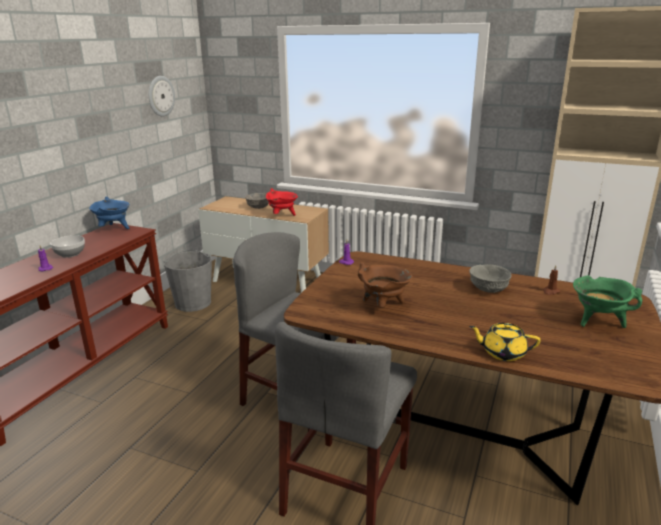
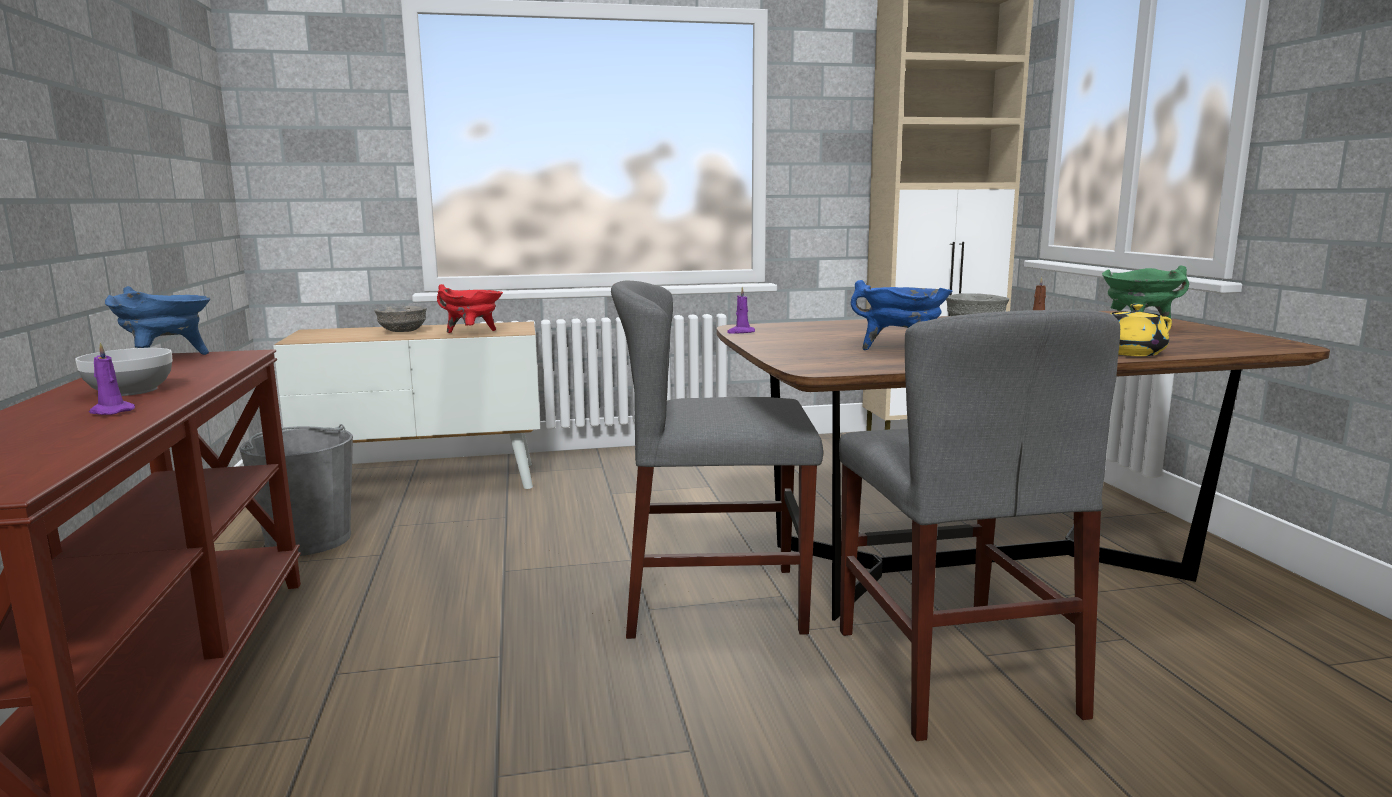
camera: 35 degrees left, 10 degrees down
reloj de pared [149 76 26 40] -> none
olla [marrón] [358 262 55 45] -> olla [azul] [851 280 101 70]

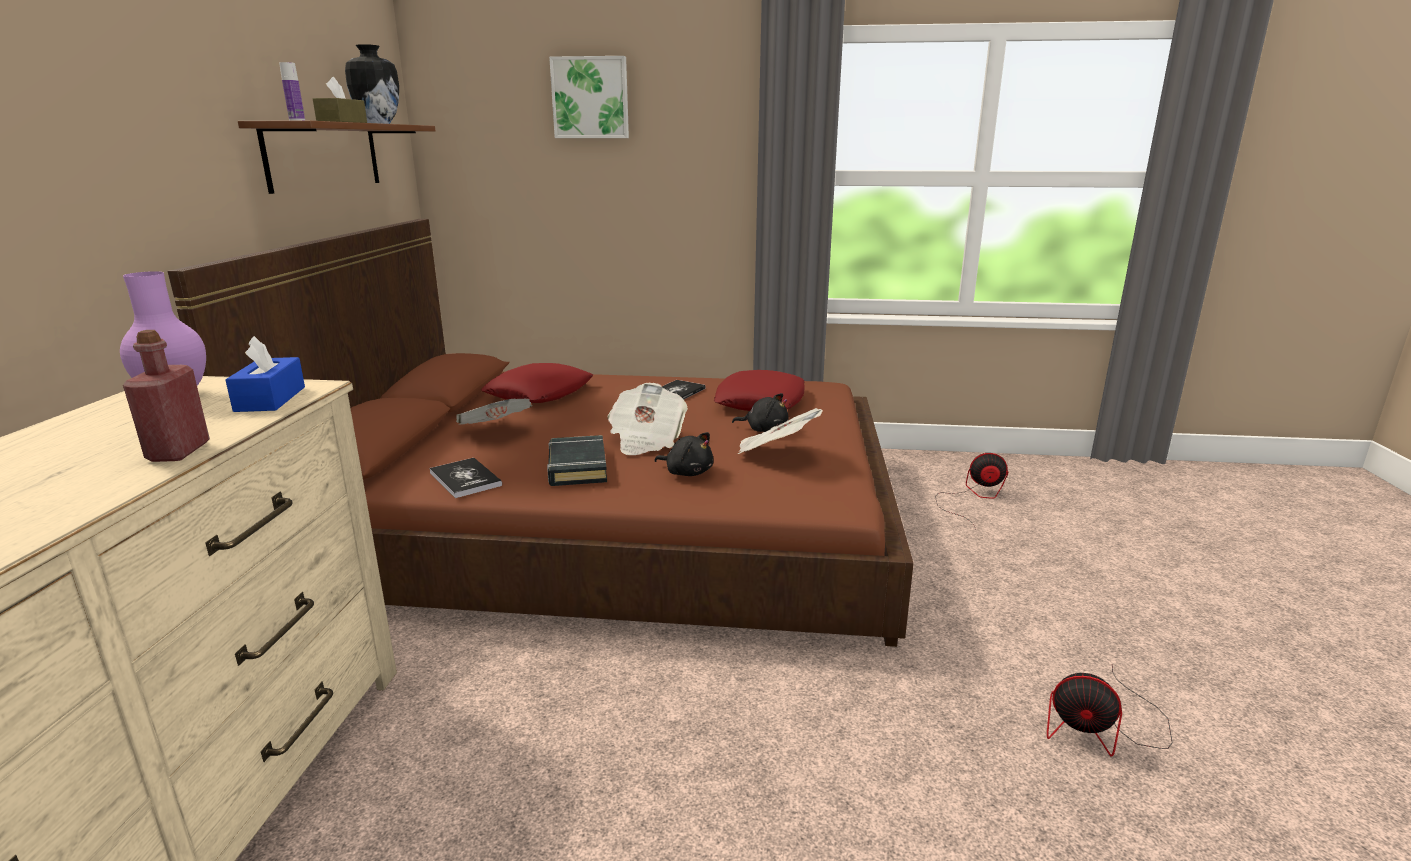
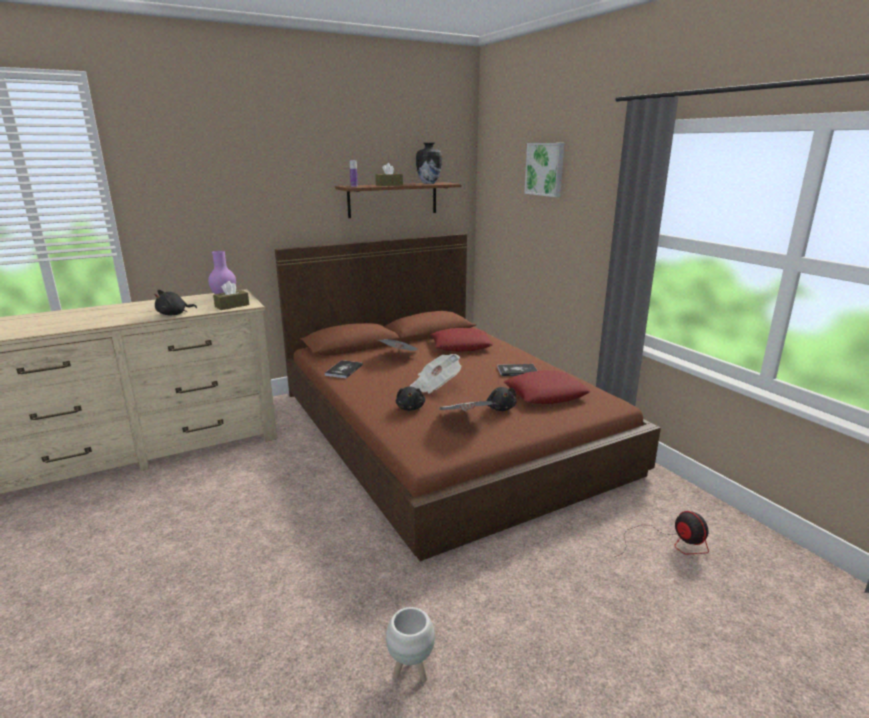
camera: 55 degrees right, 0 degrees up
botella [rojo] [123 330 87 132] -> peluche [negro] [154 290 43 25]
caja de pañuelos [azul] [225 336 80 76] -> caja de pañuelos [marrón] [213 281 36 29]
libro [negro] [547 435 60 51] -> none
ventilador [1047 665 126 91] -> maceta [blanco] [386 607 49 75]

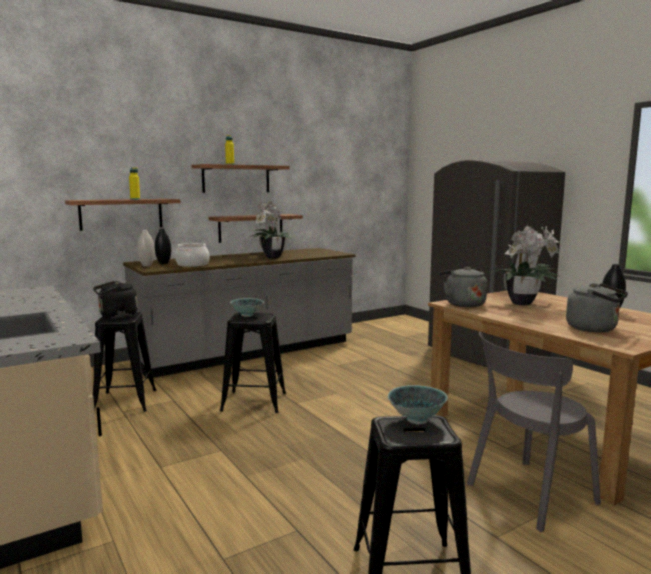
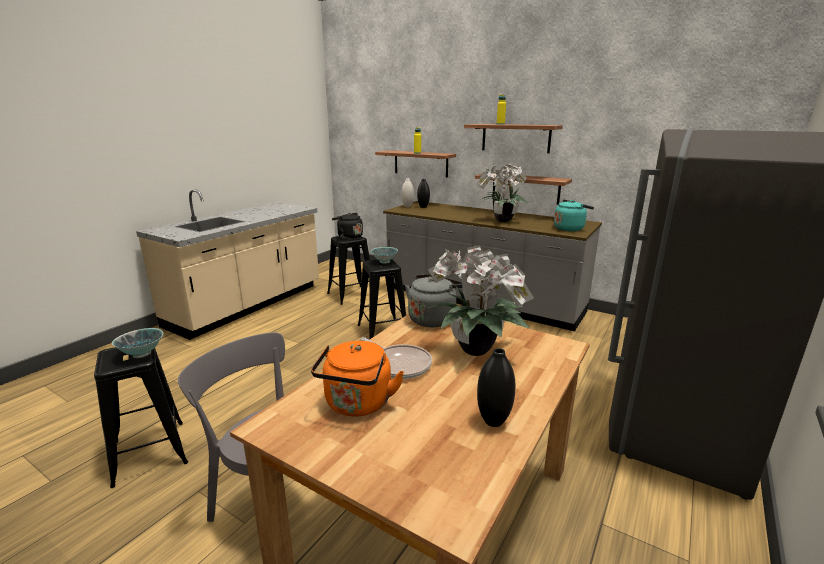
camera: 65 degrees right, 10 degrees up
olla [175 243 34 24] -> none
hervidor [gris] [566 283 62 49] -> hervidor [naranja] [311 341 93 76]
none -> sartén [361 337 71 42]
none -> hervidor [turquesa] [554 200 40 31]

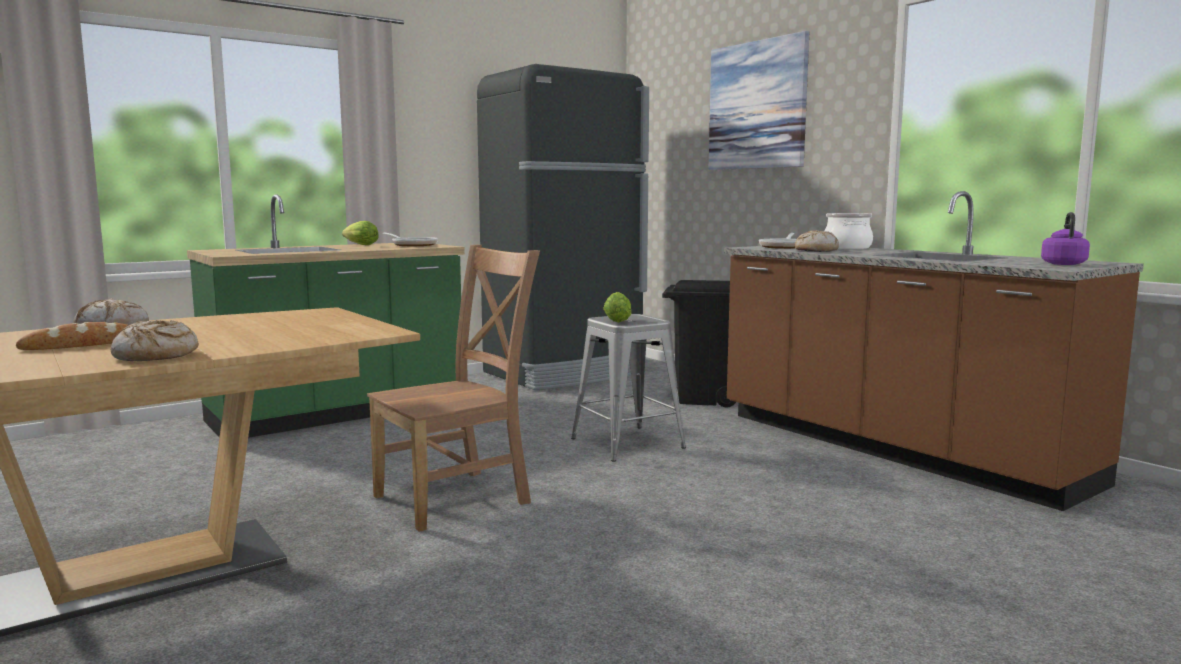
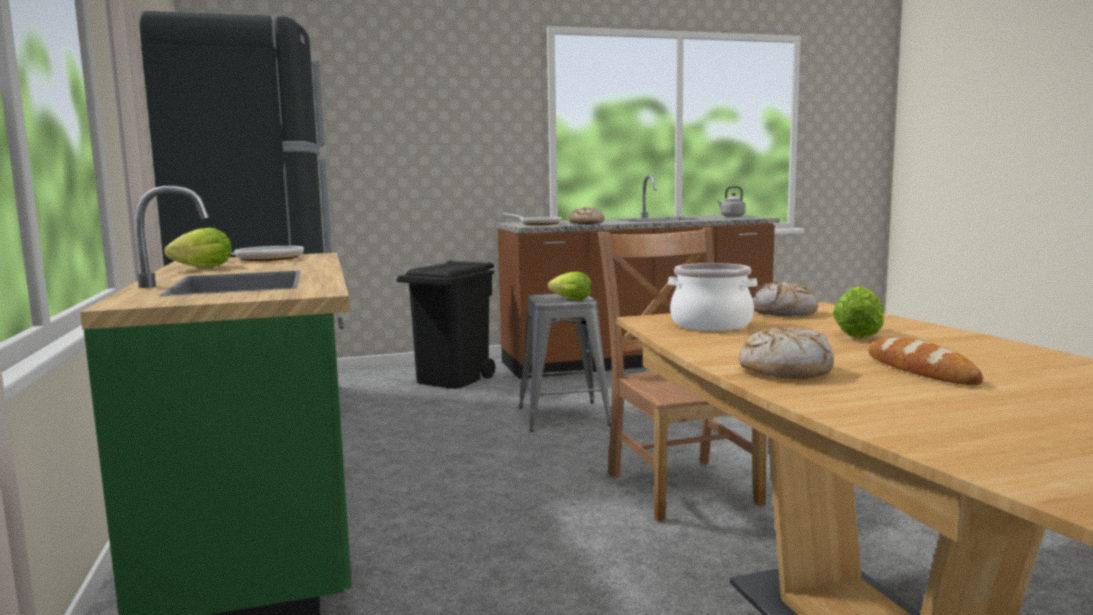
camera: 70 degrees left, 0 degrees up
pan [111 320 88 41] -> pan [751 281 67 35], move
cuadro [709 31 100 139] -> none
olla [825 213 48 36] -> olla [668 263 89 68], move
hervidor [morado] [1041 212 49 53] -> hervidor [gris] [717 186 29 31]
none -> lechuga [833 286 51 52]

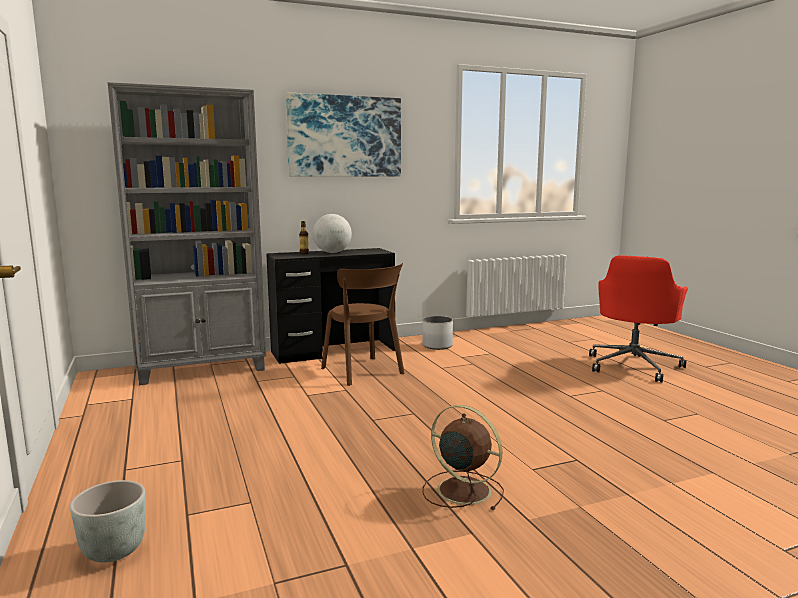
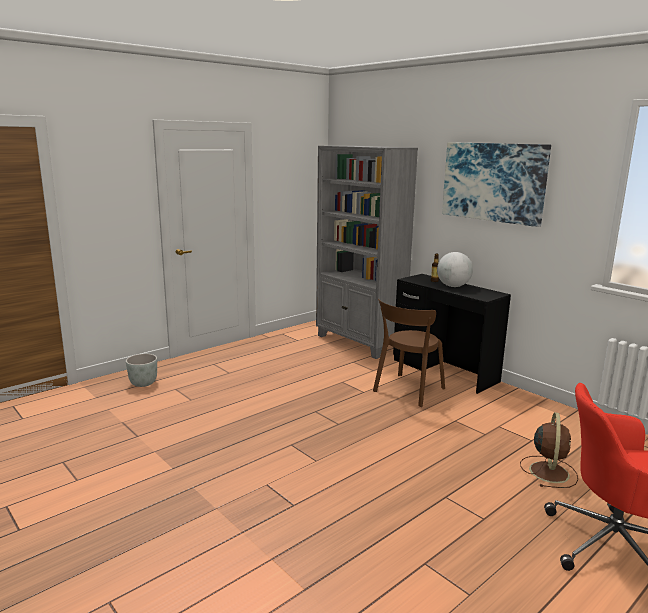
camera: 70 degrees right, 5 degrees up
maceta [blanco] [422 316 31 34] -> none
ventilador [marrón] [423 405 81 105] -> ventilador [marrón] [520 412 58 76], move

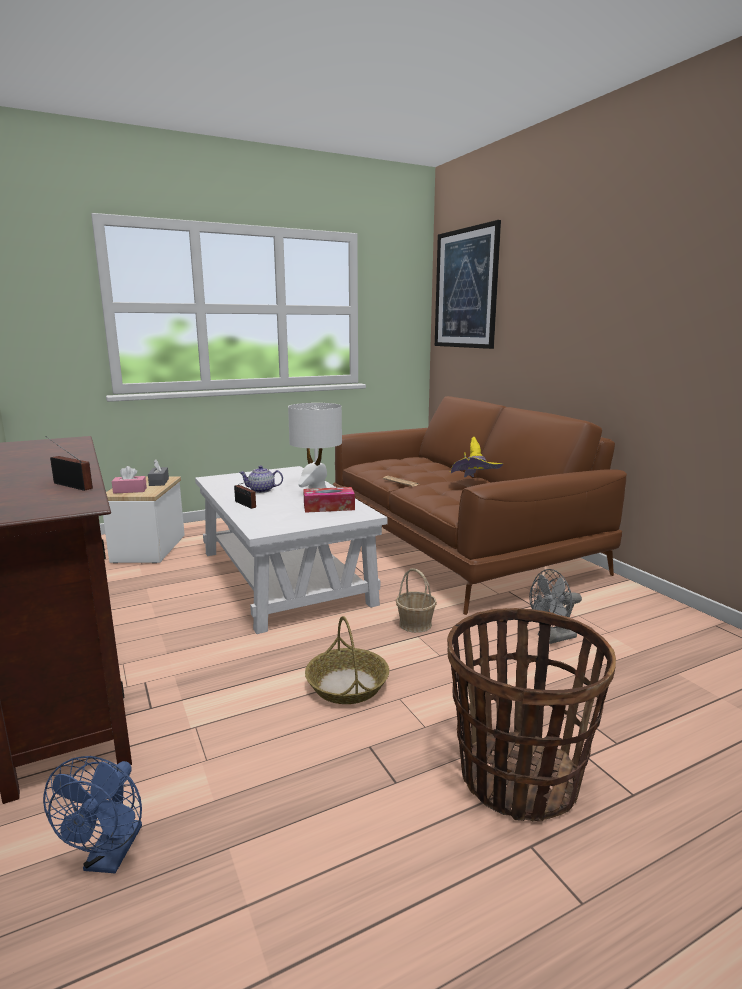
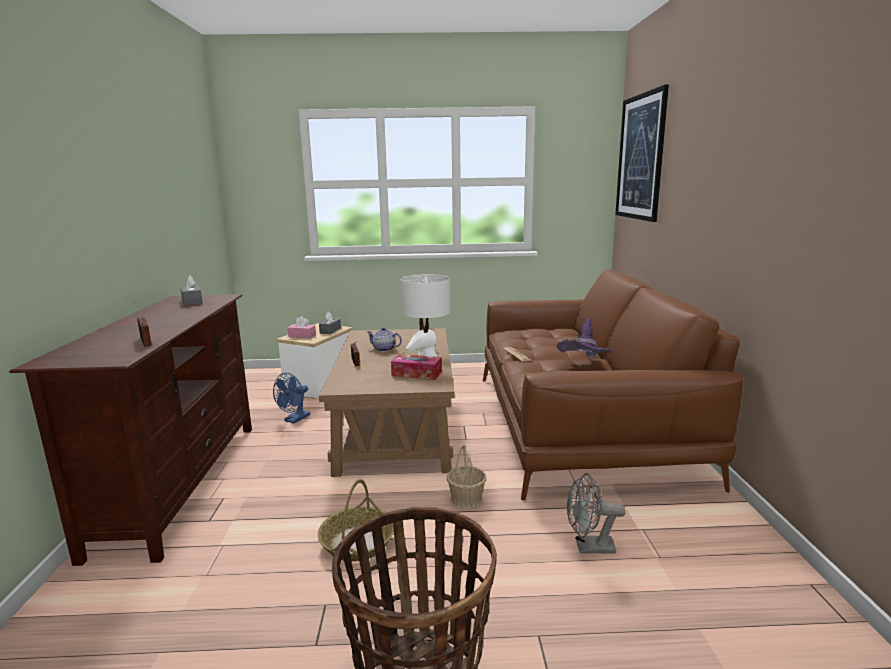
camera: 25 degrees right, 0 degrees up
ventilador [azul] [43 756 99 117] -> ventilador [azul] [273 373 37 51], move
mesa de centro [blanco] [195 466 193 168] -> mesa de centro [marrón] [319 328 136 149]
sombrero [amarillo] [450 437 53 40] -> sombrero [morado] [557 317 54 41]
none -> caja de pañuelos [gris] [180 275 23 31]

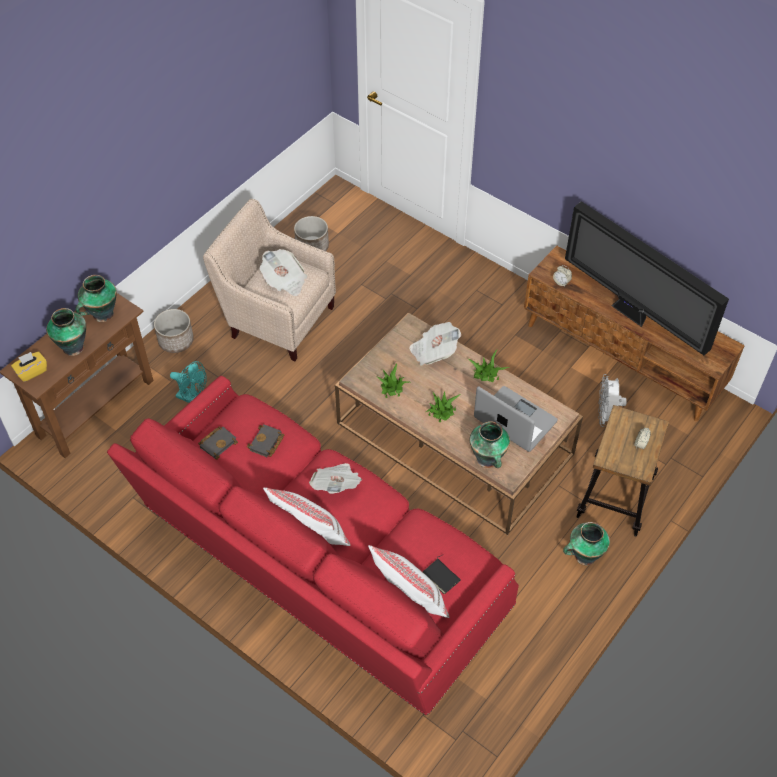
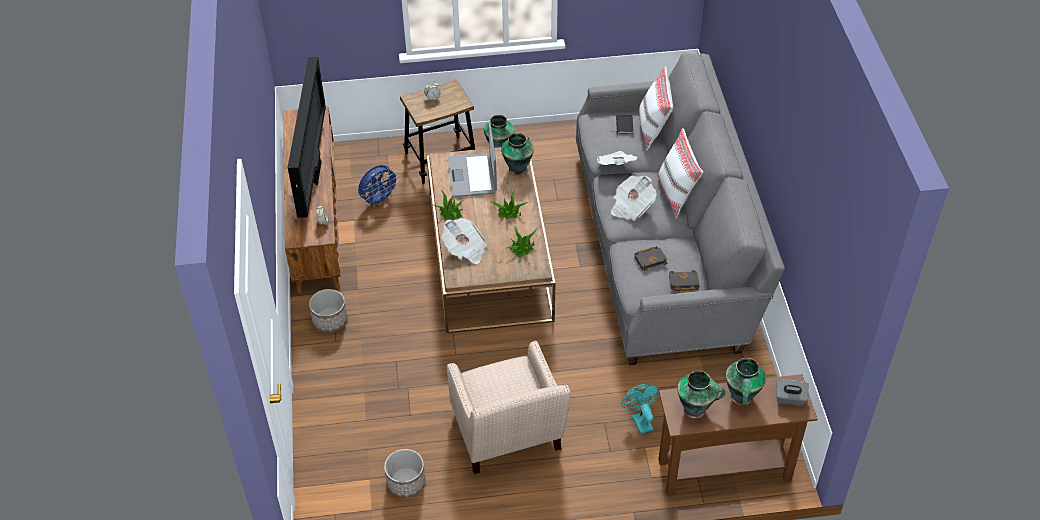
camera: 135 degrees left, 5 degrees down
caja de pañuelos [amarillo] [11 351 36 31] -> caja de pañuelos [gris] [776 379 33 27]
sofá [rojo] [107 376 412 339] -> sofá [gris] [576 52 209 313]
maceta [154 309 40 44] -> maceta [309 289 38 44], move
periódico [260 249 47 47] -> periódico [597 151 41 14], move
ventilador [blanco] [598 374 29 53] -> ventilador [azul] [358 165 42 42]

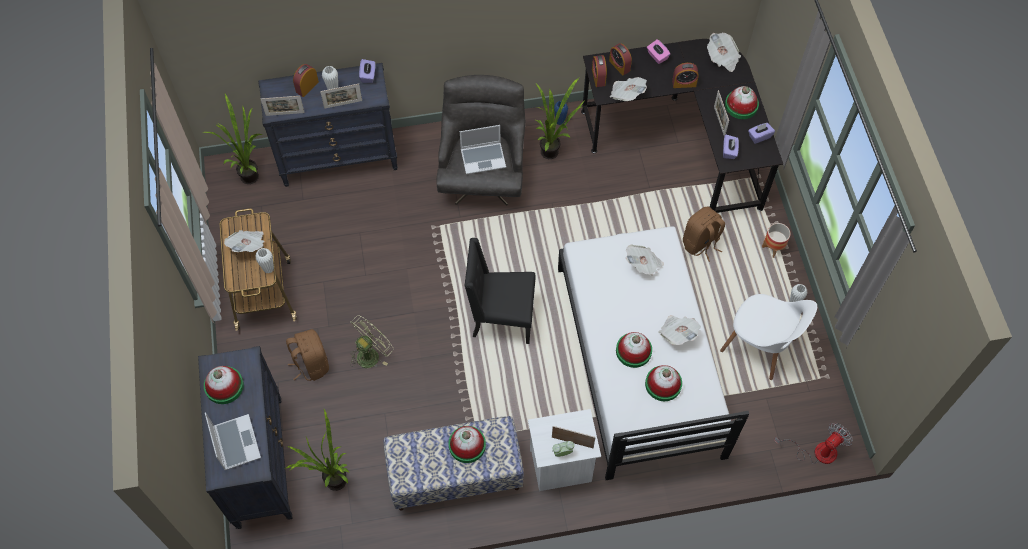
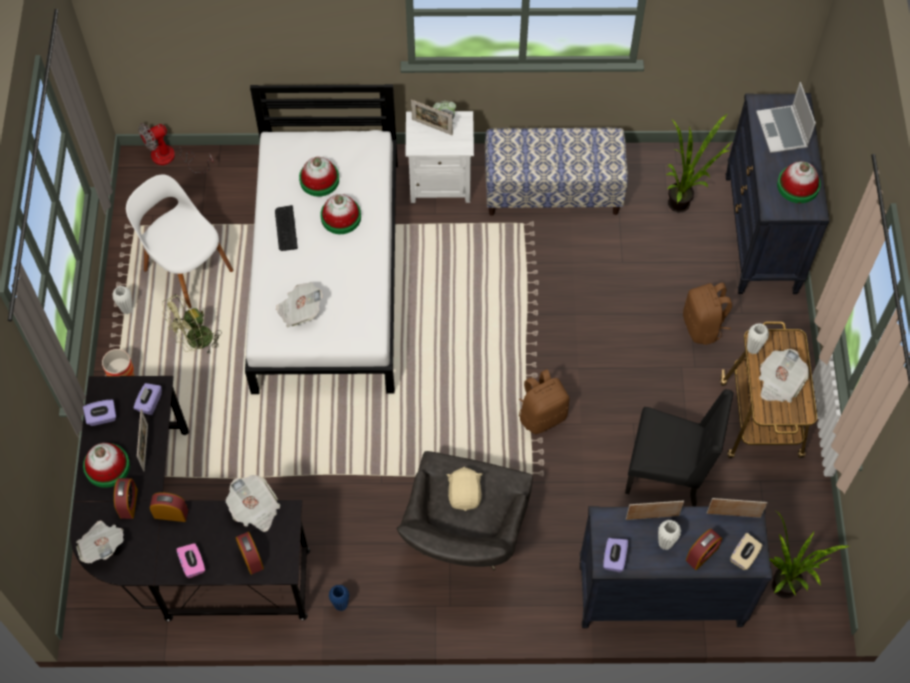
camera: 170 degrees left, 0 degrees up
ventilador [verde] [350 315 44 53] -> ventilador [verde] [162 294 60 61], move
sombrero [448 426 38 37] -> none
portátil [460 125 46 49] -> peluche [beis] [446 467 36 44]
silla [negro] [465 238 71 106] -> silla [negro] [625 389 109 117], move
planta en maceta [536 78 49 81] -> none
despertador [592 55 15 32] -> despertador [114 478 24 41], move
periódico [658 315 43 30] -> teclado [275 205 23 46]
mochila [marrón] [683 207 42 55] -> mochila [marrón] [519 369 51 65], move
none -> caja de pañuelos [beis] [730 533 33 37]

